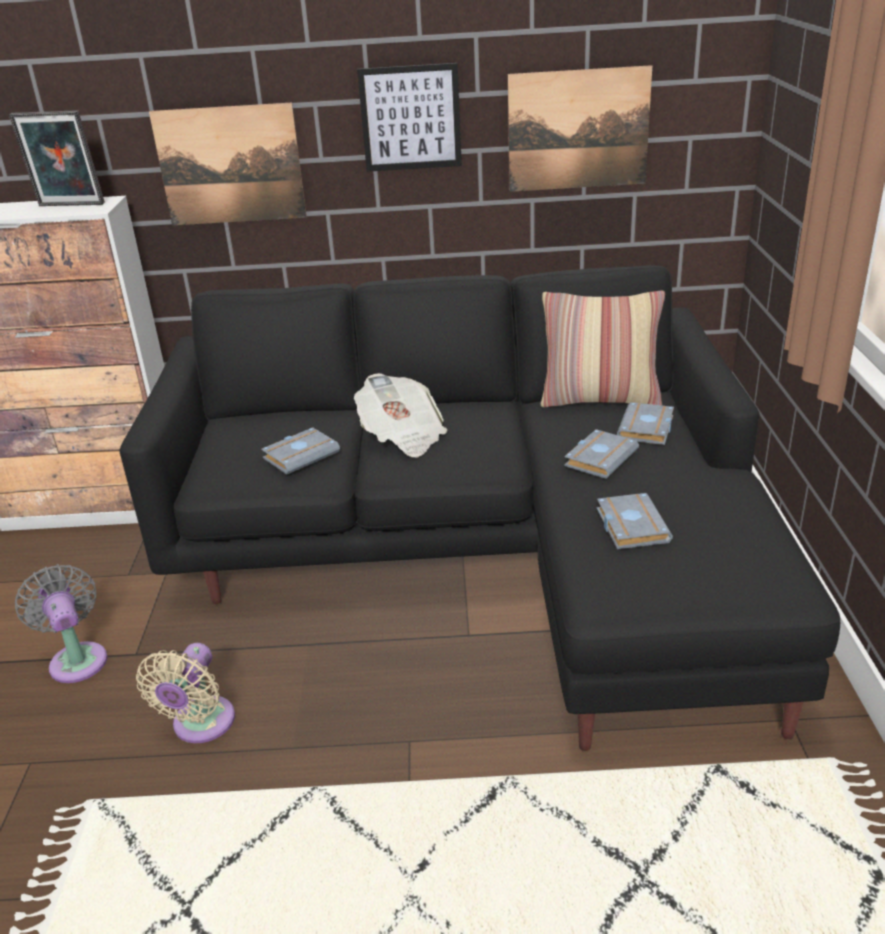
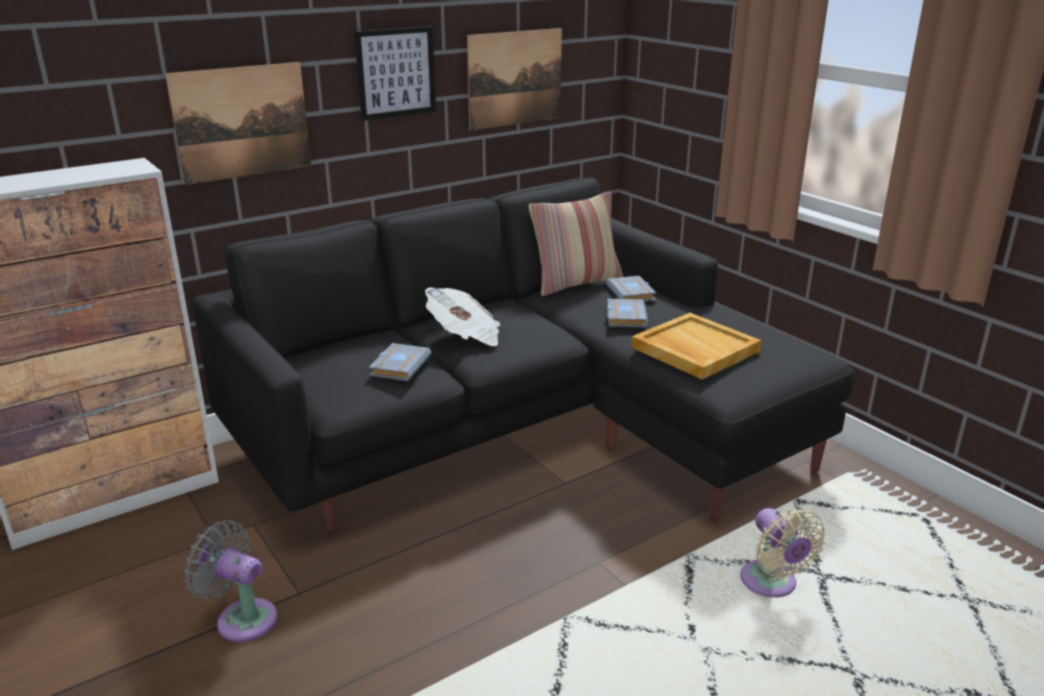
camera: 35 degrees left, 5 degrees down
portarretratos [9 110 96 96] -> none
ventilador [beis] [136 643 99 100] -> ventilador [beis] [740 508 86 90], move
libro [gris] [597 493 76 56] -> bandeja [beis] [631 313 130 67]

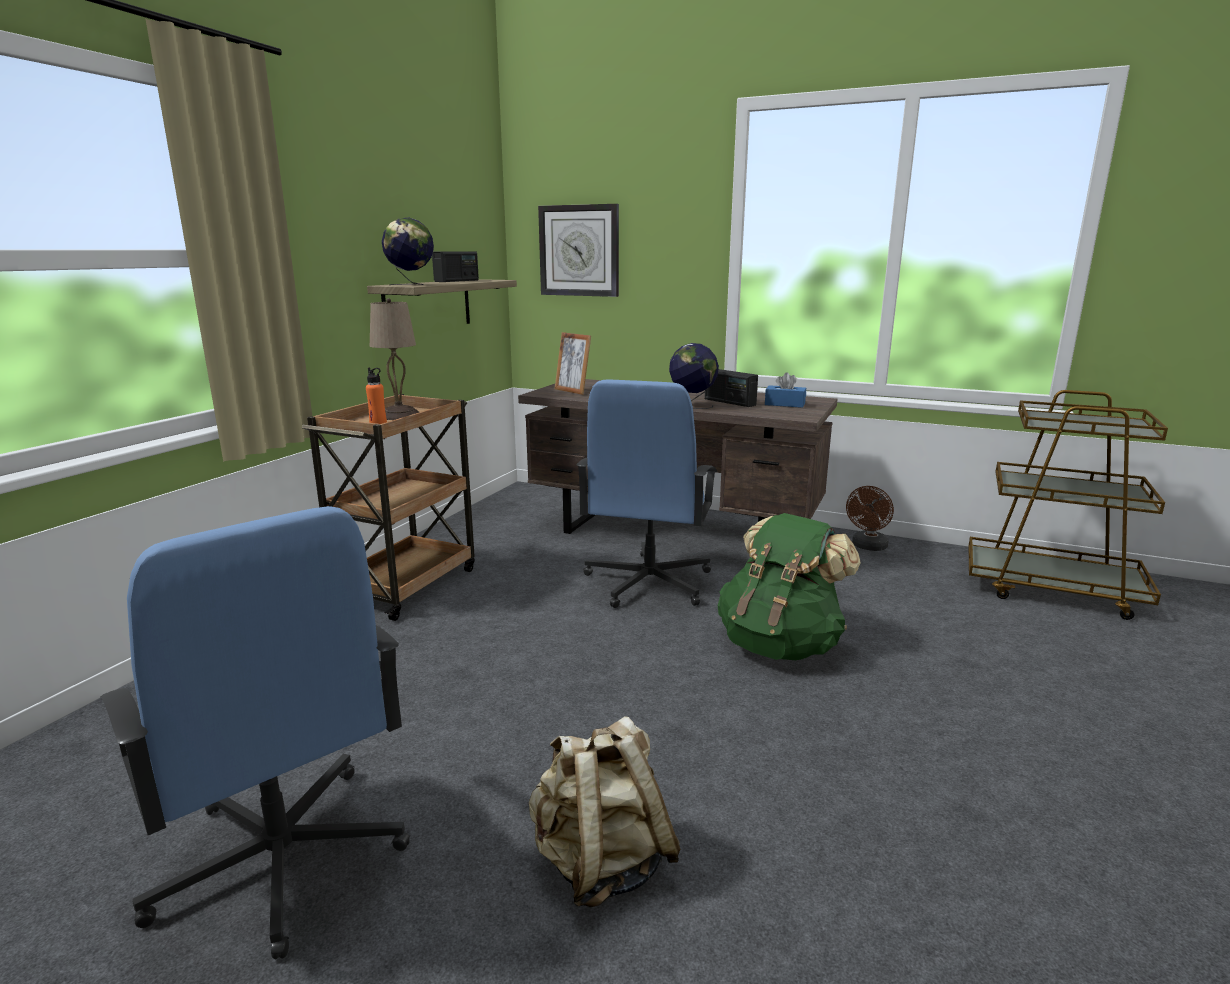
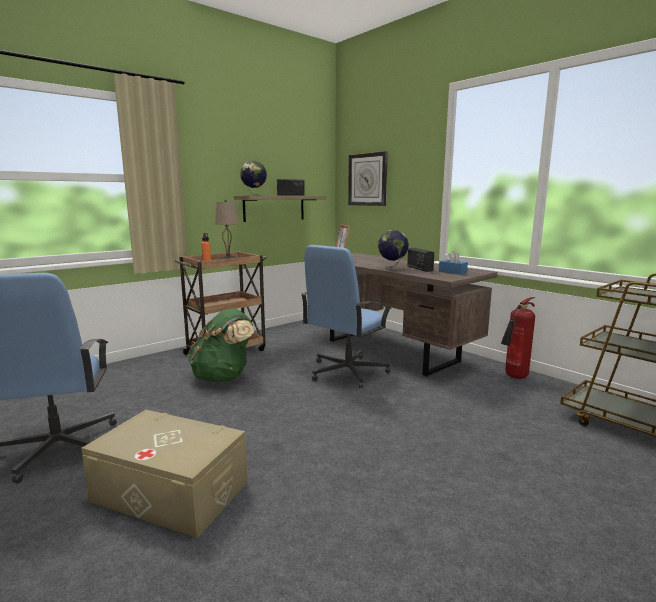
camera: 25 degrees right, 5 degrees down
mochila [beis] [529 716 152 191] -> caja de almacenaje [beis] [81 410 167 128]
mochila [verde] [718 513 143 147] -> mochila [verde] [188 308 66 74], move
ventilador [marrón] [846 486 48 65] -> extintor [501 297 34 82]

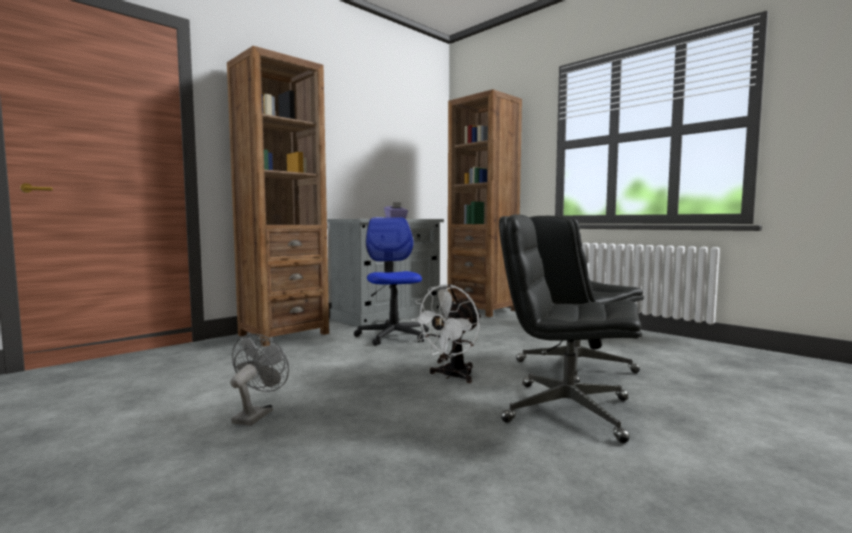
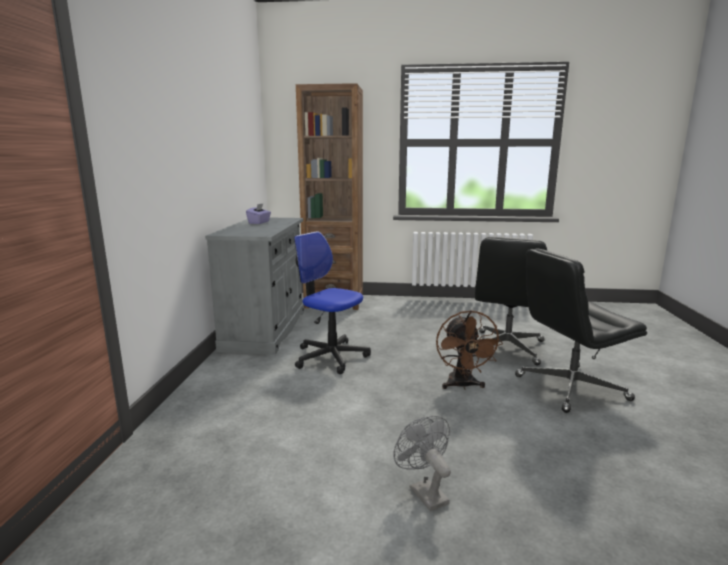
camera: 40 degrees left, 10 degrees up
estantería [marrón] [227 46 102 301] -> none
ventilador [blanco] [411 284 71 99] -> ventilador [marrón] [436 310 67 80]

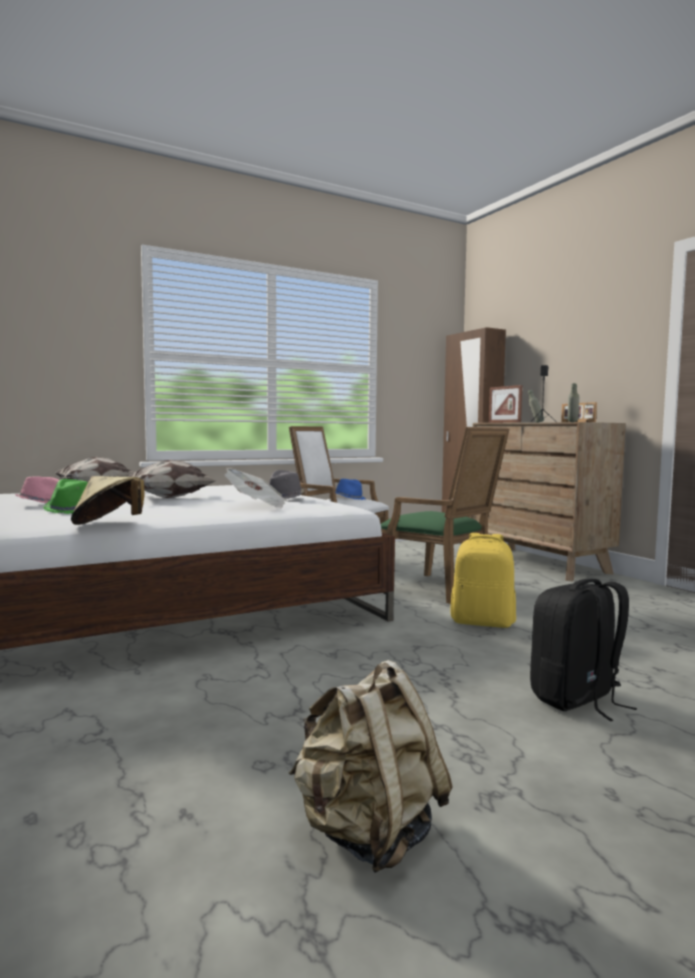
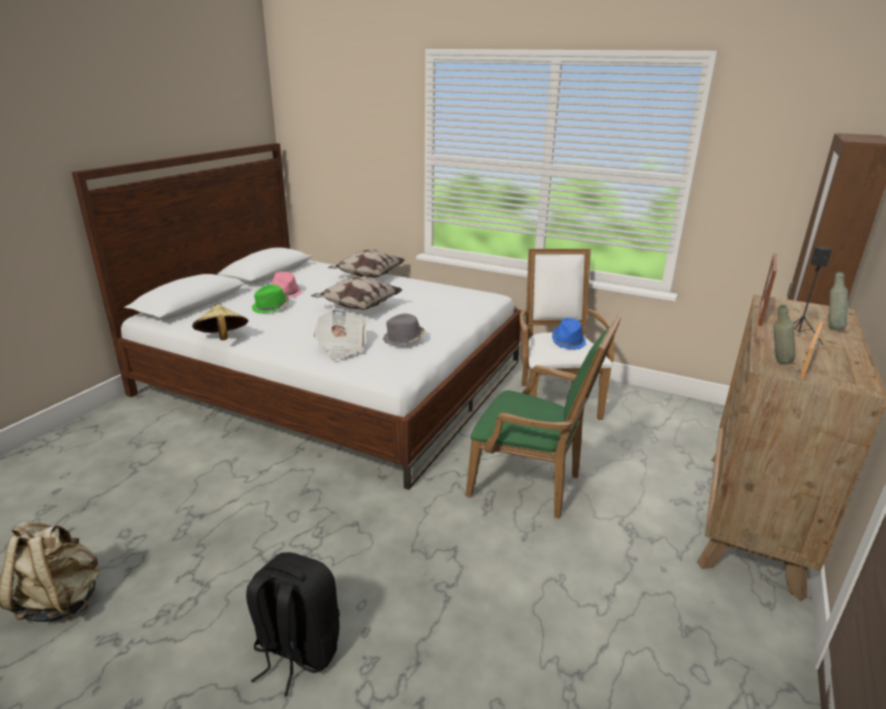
camera: 55 degrees right, 20 degrees up
sillón [verde] [381 427 129 177] -> sillón [verde] [466 315 155 204], 75 degrees counterclockwise
mochila [amarillo] [450 533 66 95] -> none

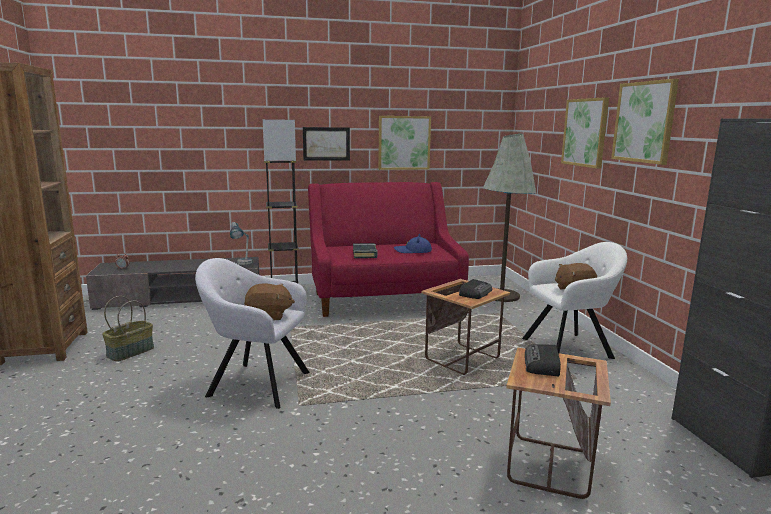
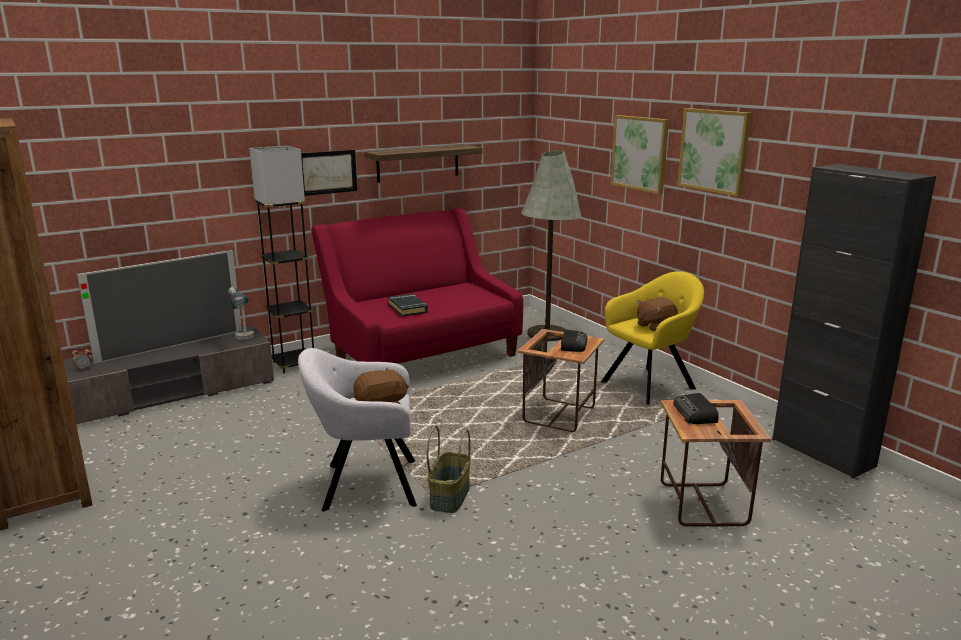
camera: 20 degrees left, 5 degrees up
cesta [102 296 52 65] -> cesta [427 426 44 87], move
cuadro [378 116 53 54] -> estante [365 145 118 38]
sombrero [azul] [394 234 38 19] -> none
sillón [blanco] [522 242 105 117] -> sillón [amarillo] [601 271 103 134]
none -> televisor [77 250 165 114]

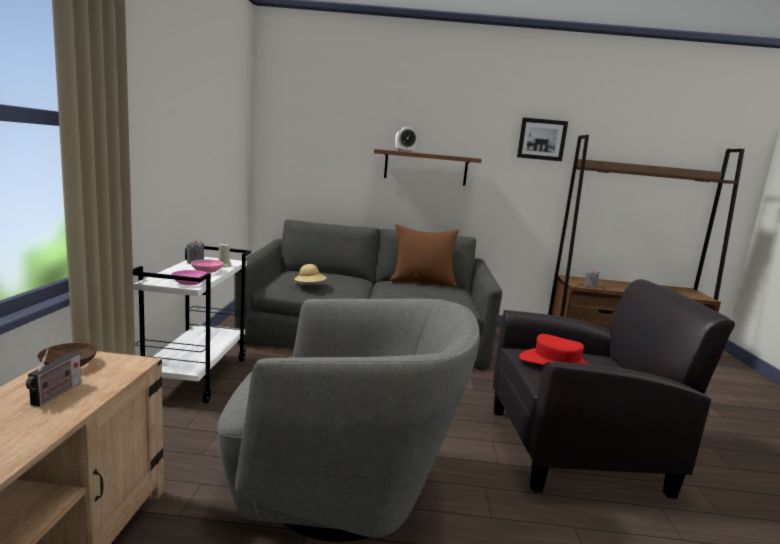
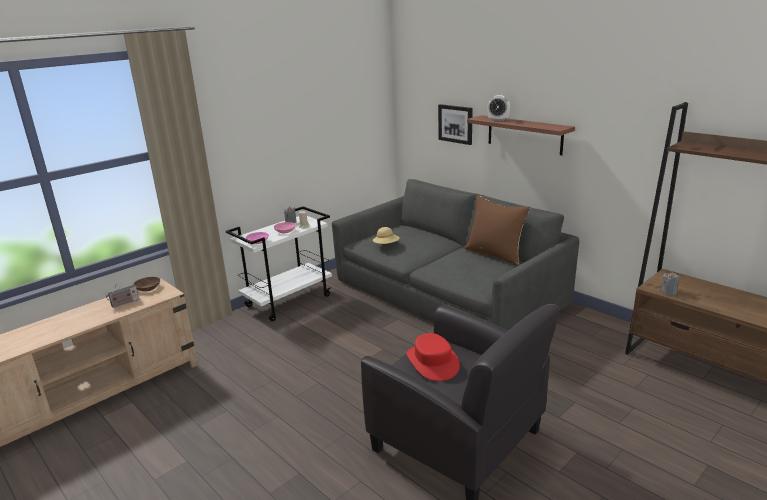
camera: 45 degrees right, 10 degrees up
sillón [gris] [217 299 263 243] -> none
cuadro [517 118 51 43] -> cuadro [438 104 35 41], move

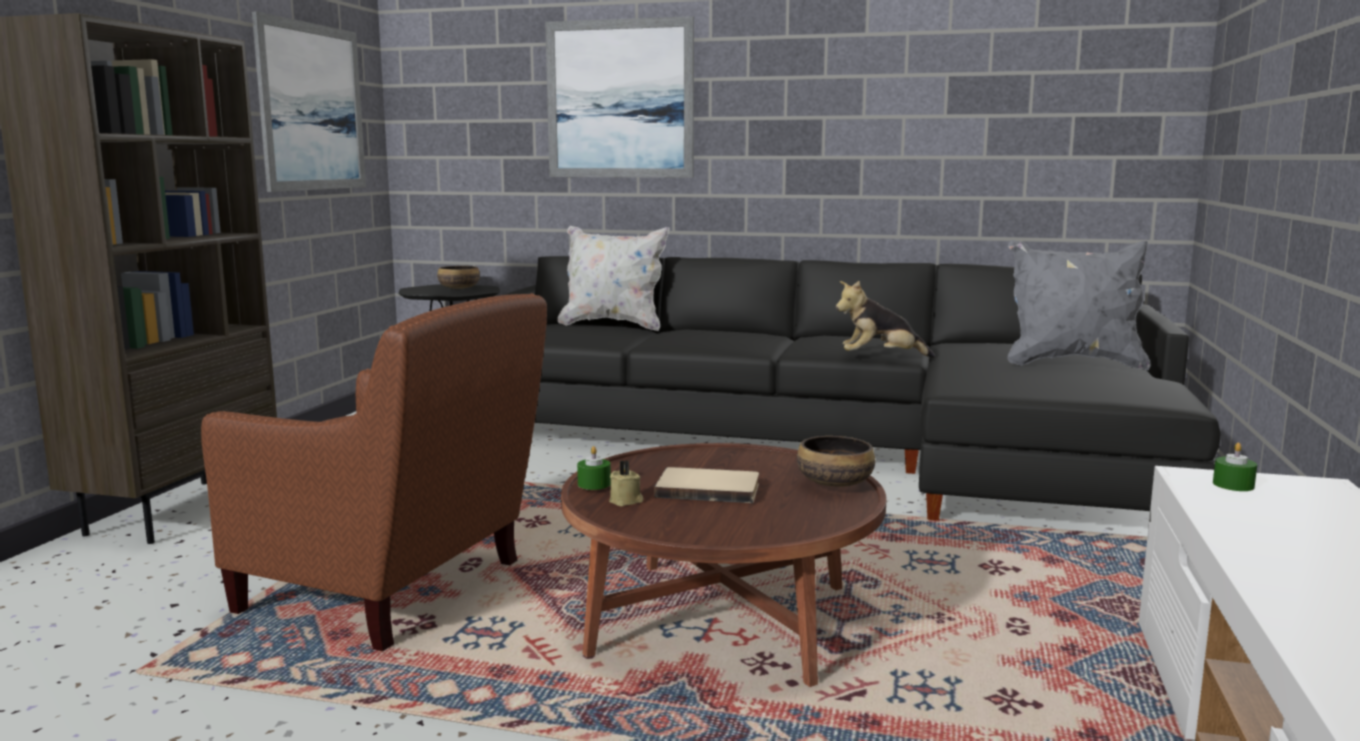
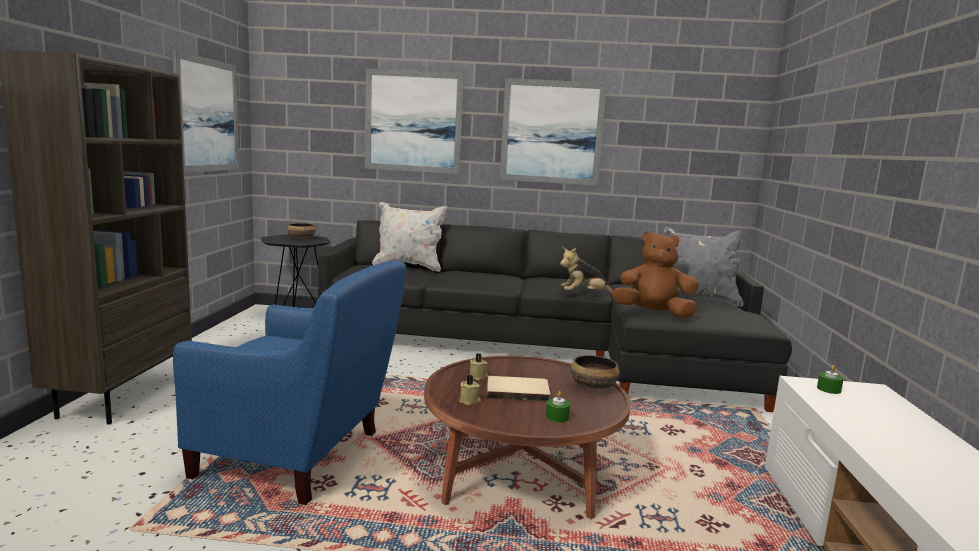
camera: 10 degrees left, 0 degrees up
sillón [marrón] [201 293 346 358] -> sillón [azul] [173 260 233 245]
vela [verde] [577 446 34 44] -> vela [verde] [546 391 24 31], move
none -> vela [beis] [470 354 18 27]
none -> cuadro [500 78 107 108]
none -> peluche [marrón] [611 231 88 87]

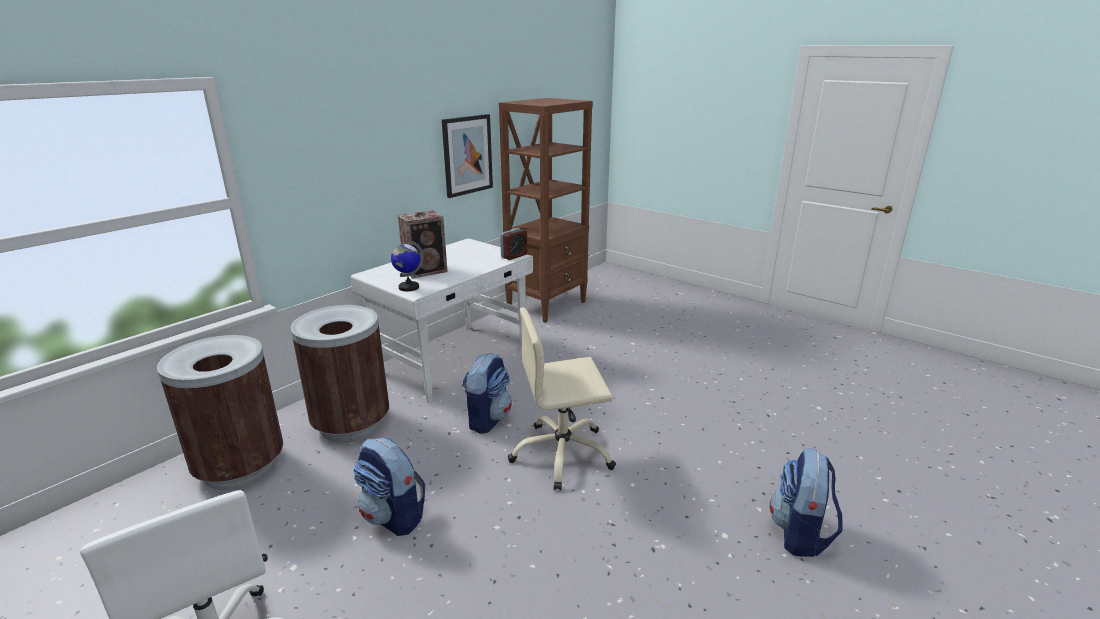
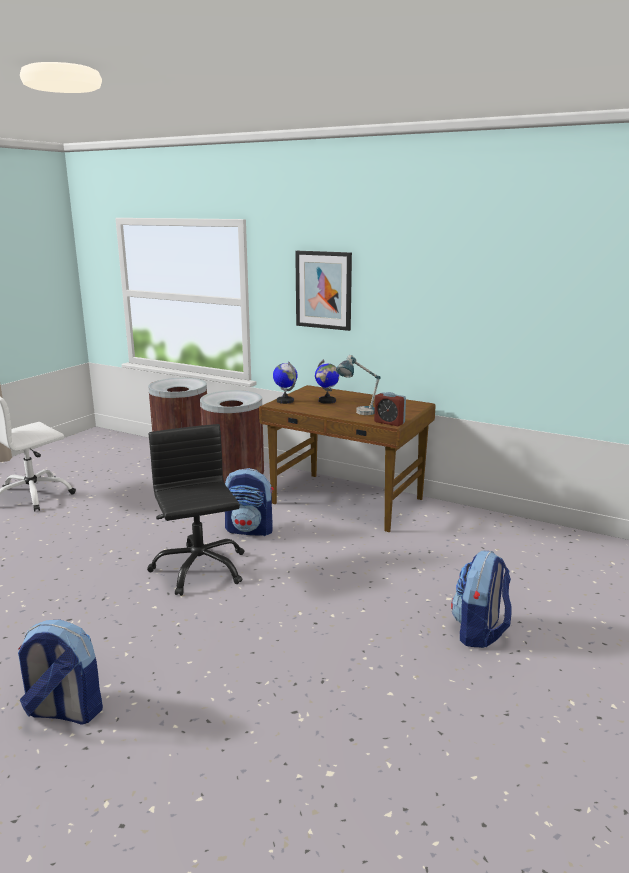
camera: 80 degrees right, 5 degrees down
escritorio [blanco] [351 238 182 165] -> escritorio [marrón] [259 385 177 147]
mochila [353 438 72 98] -> mochila [451 551 61 97], move
altavoz [398 210 50 69] -> globo terráqueo [315 359 24 45]
cuadro [442 114 51 84] -> cuadro [295 251 57 80], move
estantería [marrón] [499 98 94 225] -> none
silla de oficina [beis] [508 307 108 183] -> silla de oficina [negro] [147 424 97 172]
none -> lámpara de mesa [336 355 45 60]

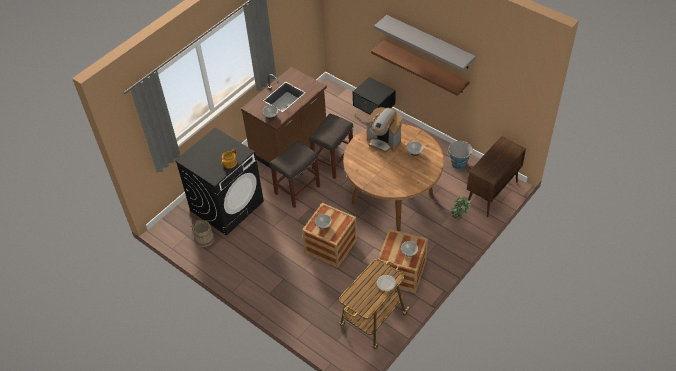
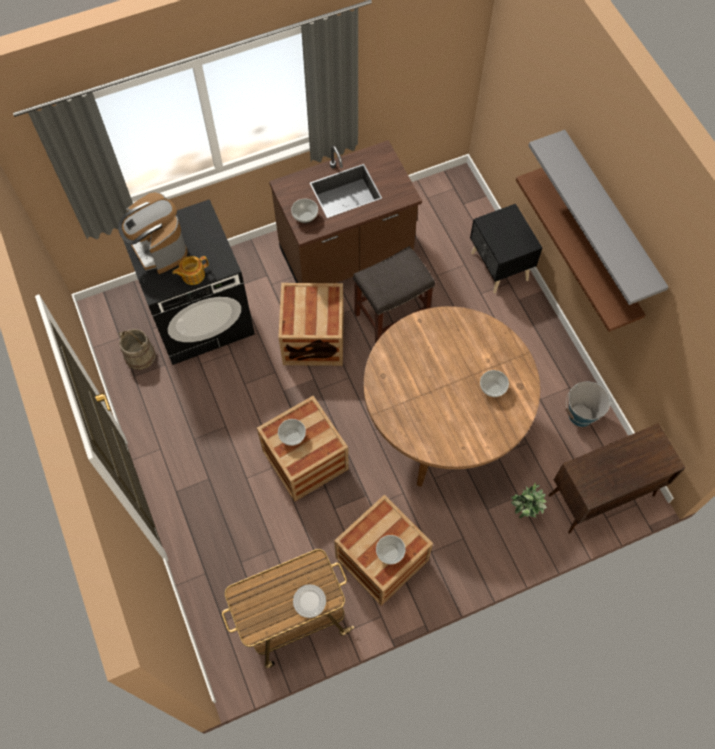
camera: 25 degrees right, 15 degrees up
taburete [gris] [270 141 50 67] -> caja de embalaje [278 283 66 83]
cafetera [366 107 36 46] -> cafetera [118 192 69 82], move

